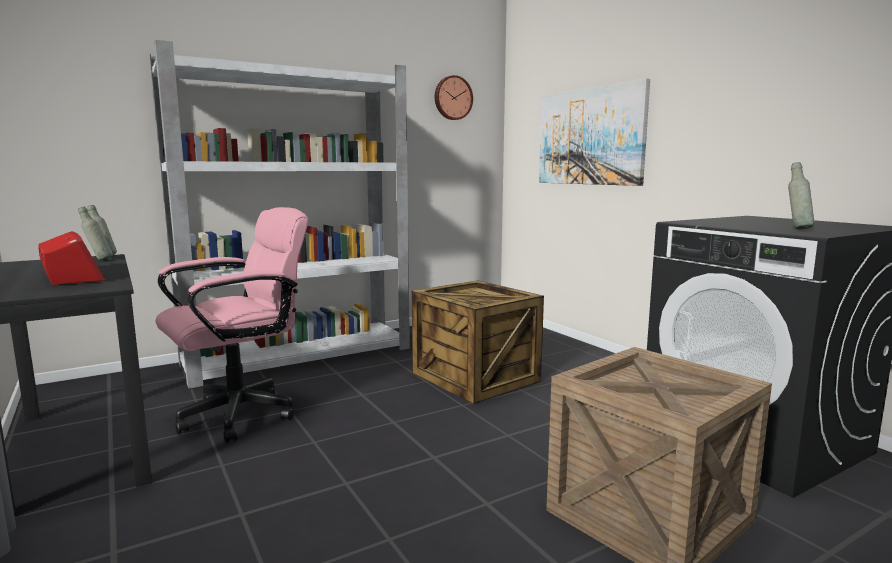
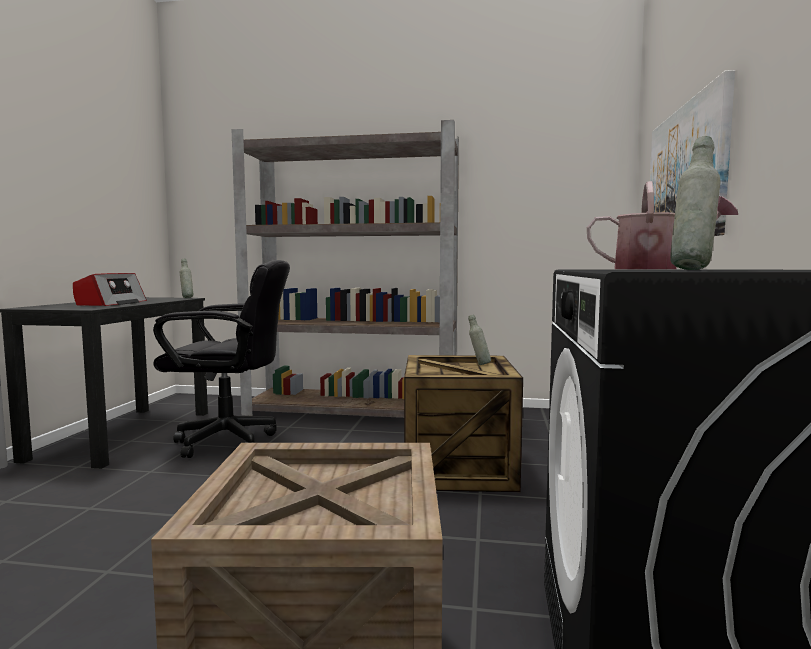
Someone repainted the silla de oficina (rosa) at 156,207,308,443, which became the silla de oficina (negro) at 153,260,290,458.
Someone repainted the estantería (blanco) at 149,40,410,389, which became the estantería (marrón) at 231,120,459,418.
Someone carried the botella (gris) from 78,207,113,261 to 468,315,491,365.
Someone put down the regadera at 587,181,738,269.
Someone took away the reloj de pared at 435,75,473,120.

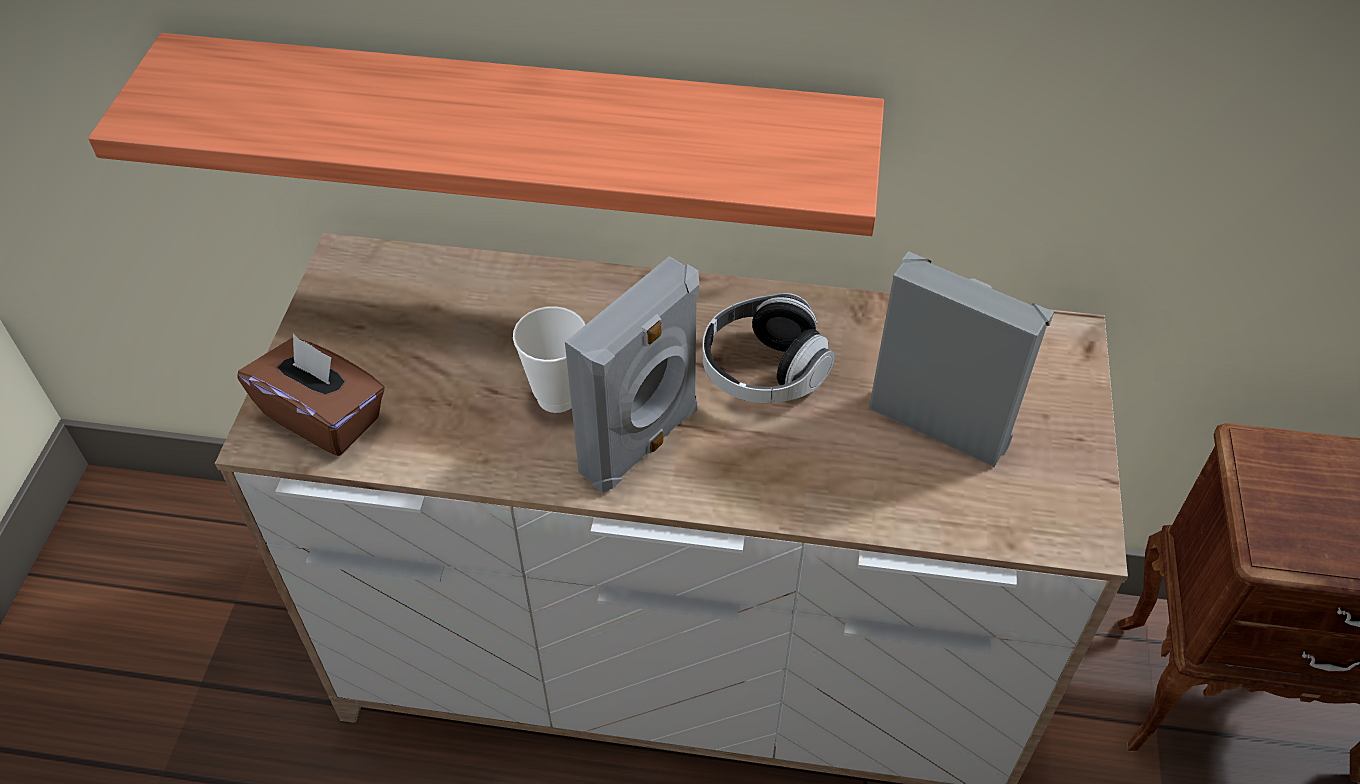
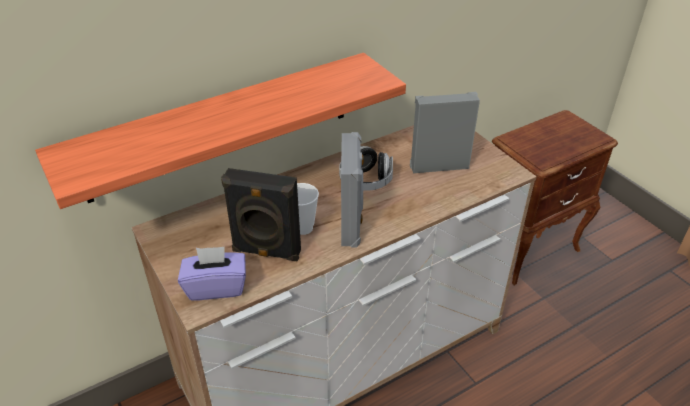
Someone repainted the caja de pañuelos (marrón) at 238,333,385,456, which became the caja de pañuelos (morado) at 178,247,246,301.
Someone put down the altavoz (negro) at 221,168,301,262.

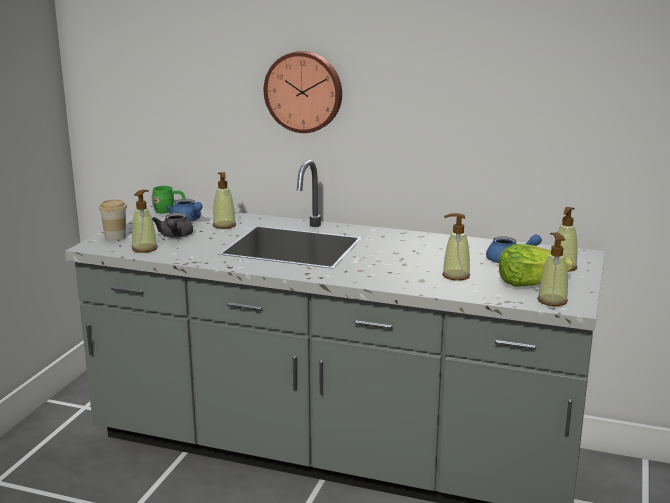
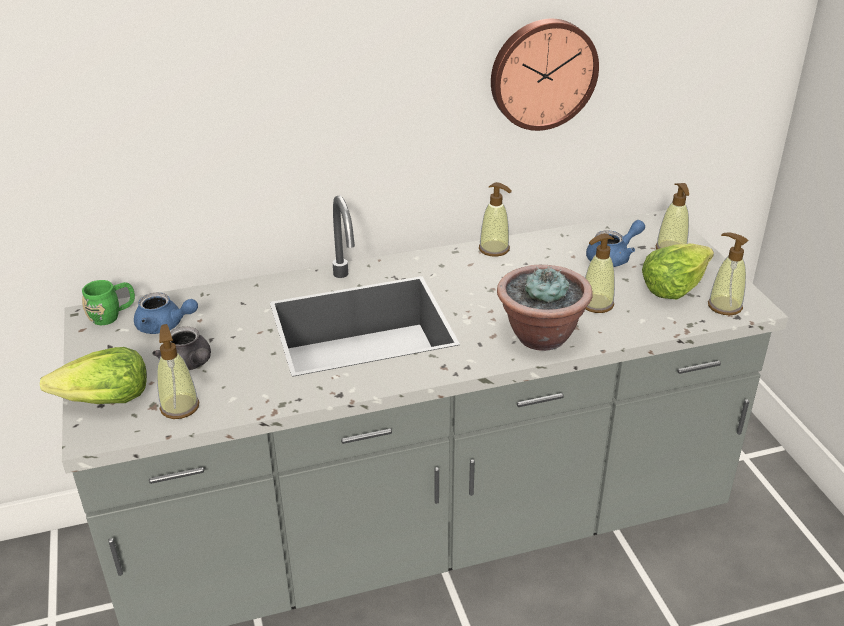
Someone swapped the taza at 99,199,127,241 for the lechuga at 40,347,147,404.
Someone carried the dispensador de jabón from 213,172,236,229 to 479,182,512,257.
Someone carried the reloj de pared from 264,51,342,133 to 491,19,599,131.
Someone put down the planta en maceta at 497,265,593,351.

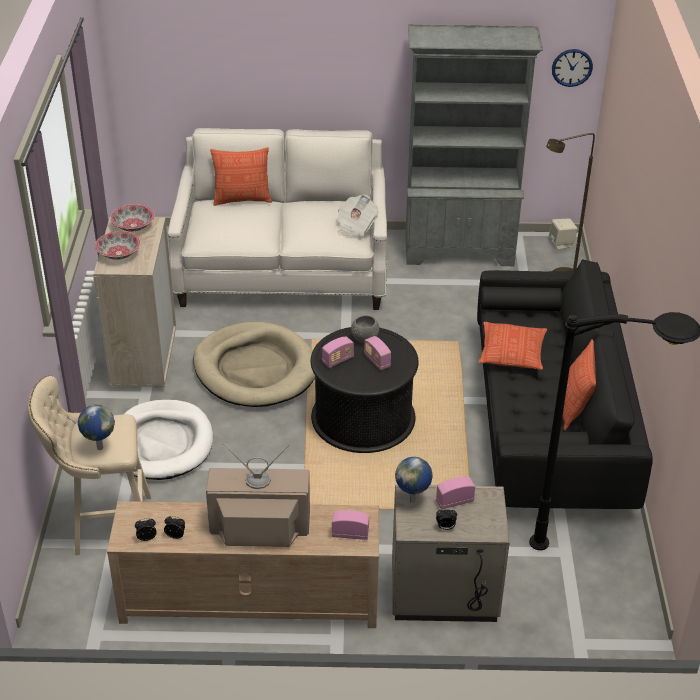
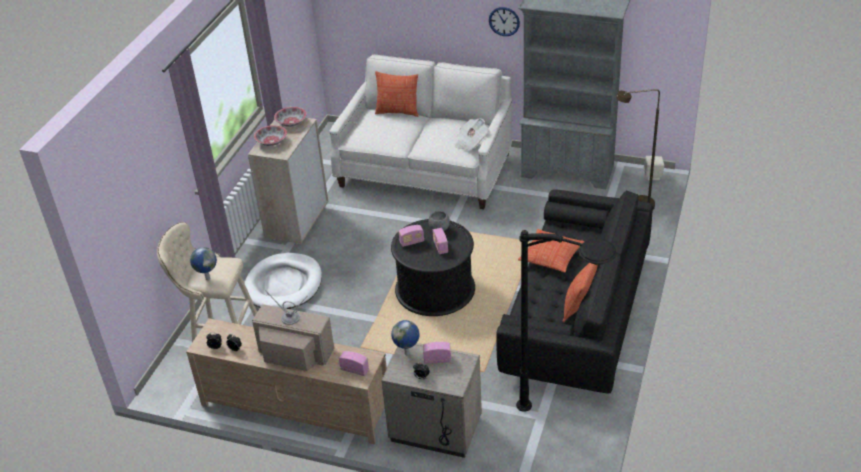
Someone carried the reloj de pared from 552,49,593,87 to 489,7,520,36.
Someone took away the cama para perro (beis) at 193,322,315,407.

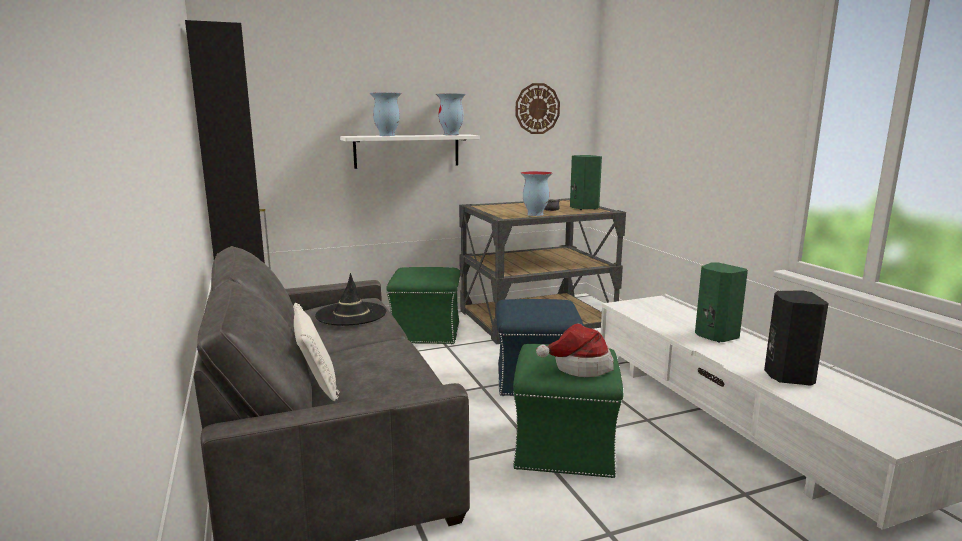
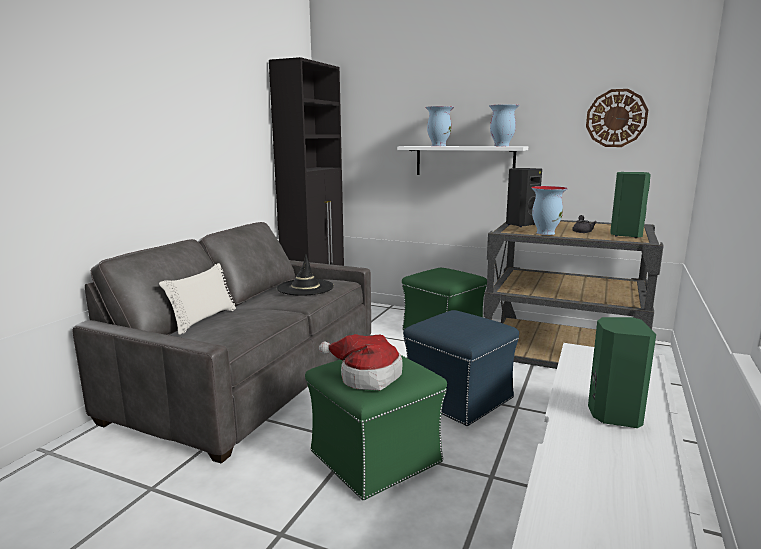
Someone carried the altavoz (negro) from 764,290,829,386 to 506,168,542,227.

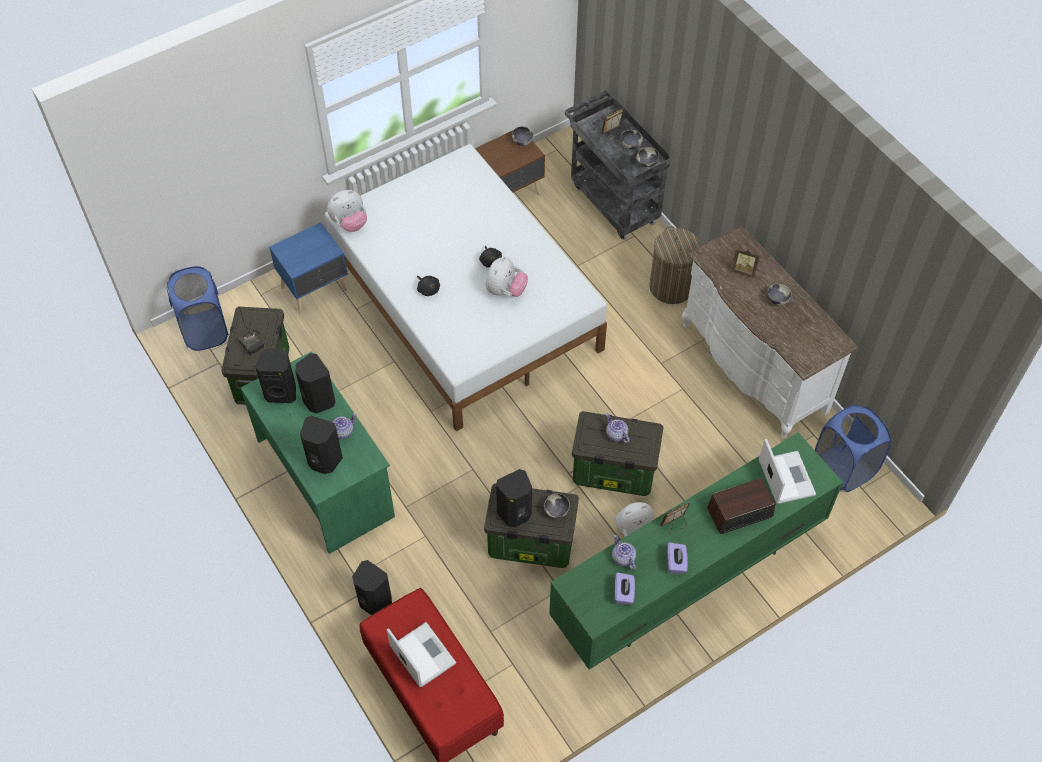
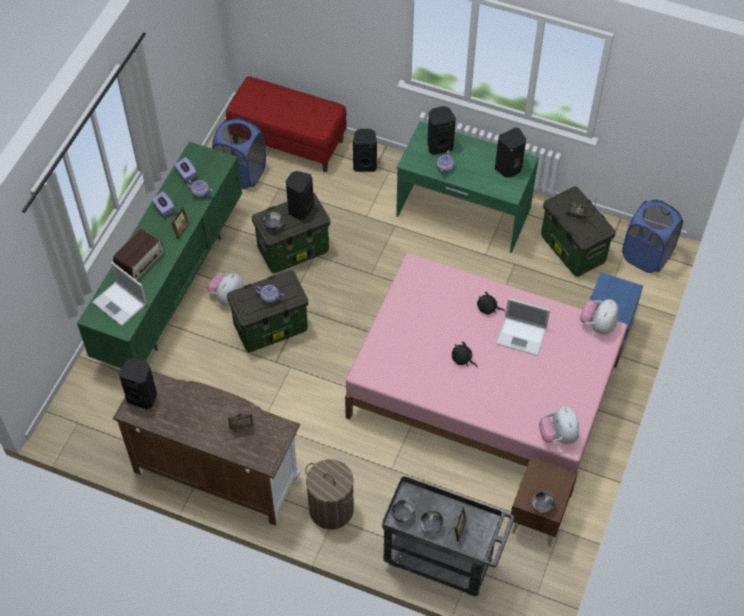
Someone carried the altavoz (negro) from 295,353,335,414 to 118,358,157,410.
Someone carried the cesto de la ropa (azul) from 815,404,891,492 to 212,118,266,189.
Someone repainted the cama (blanco) at 325,144,607,431, which became the cama (rosa) at 345,253,627,498.
Someone carried the portátil from 387,622,456,687 to 496,298,550,356.
Someone carried the peluche from 486,257,528,297 to 539,406,579,444.
Someone took away the cuenco at 767,284,792,306.

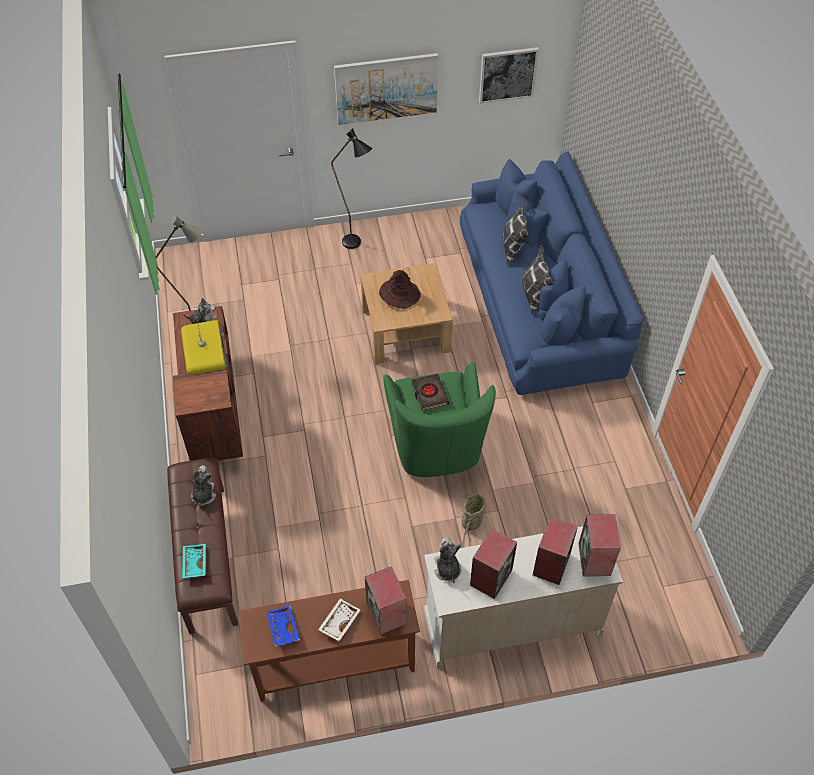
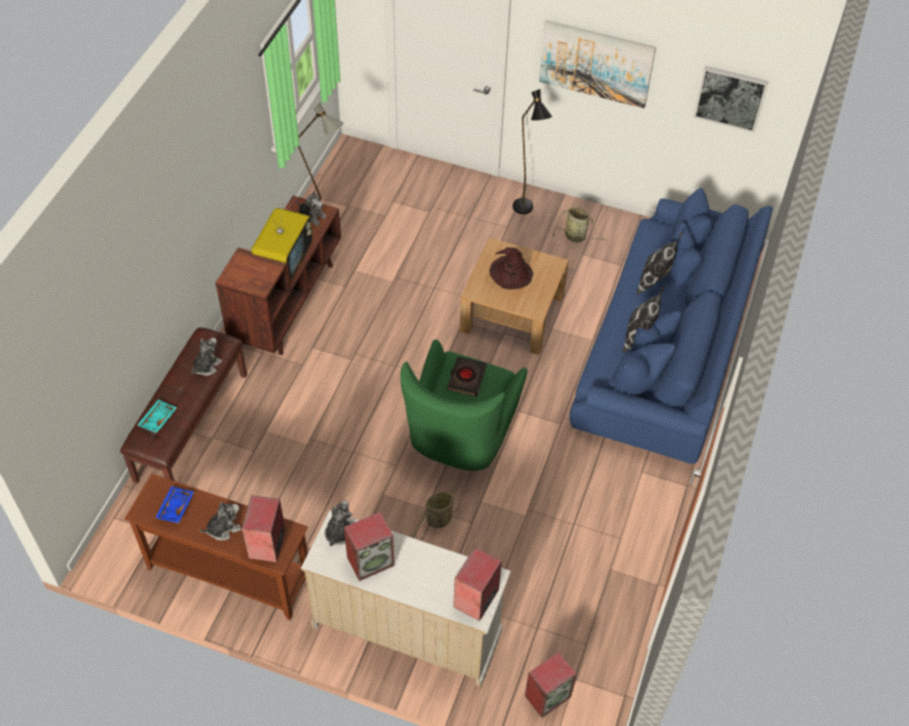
Someone swapped the bandeja (blanco) at 318,598,361,641 for the peluche at 200,502,242,541.
Someone carried the altavoz from 533,516,578,585 to 525,652,576,718.
Someone put down the cesta at 552,207,608,242.

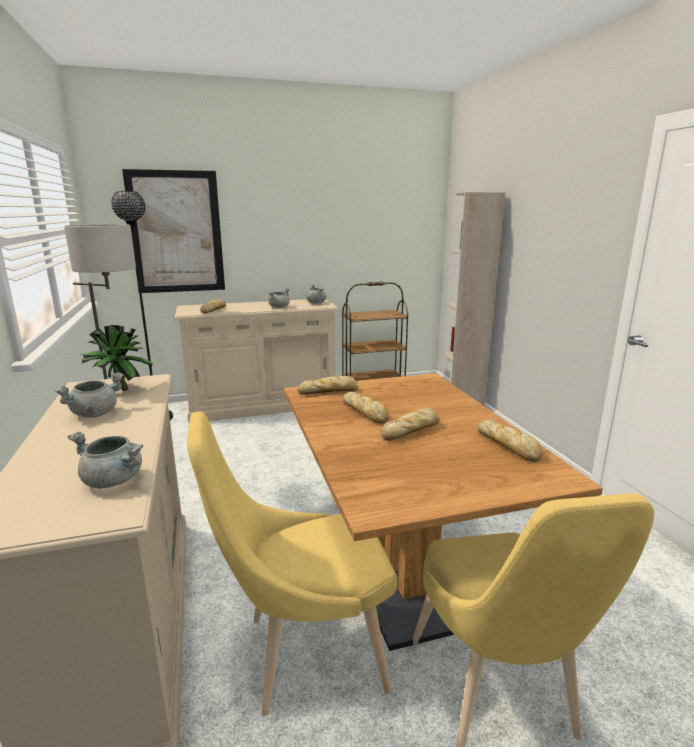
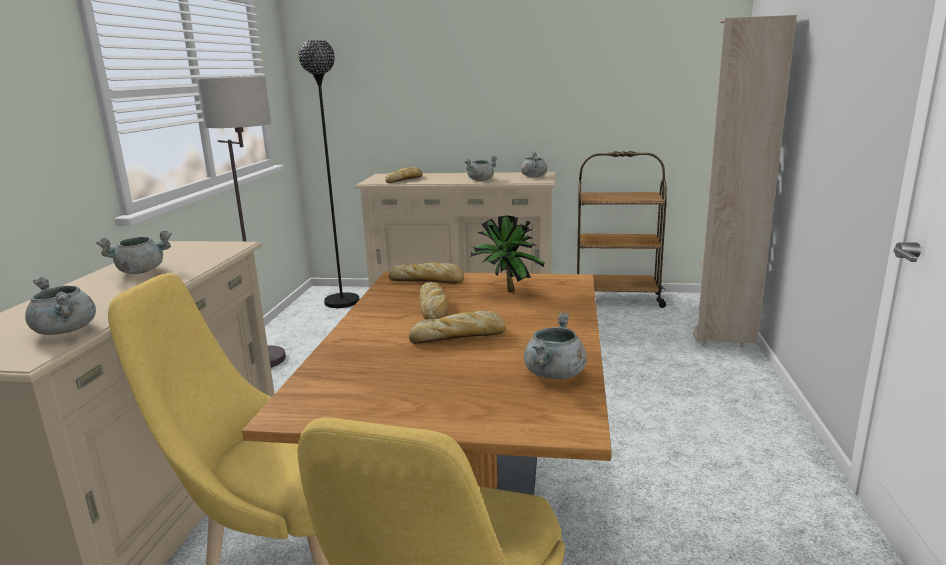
Someone carried the planta en maceta from 80,325,153,391 to 471,215,545,292.
Someone swapped the pan at 477,420,543,462 for the olla (gris) at 524,312,587,380.
Someone took away the cuadro at 122,169,225,293.

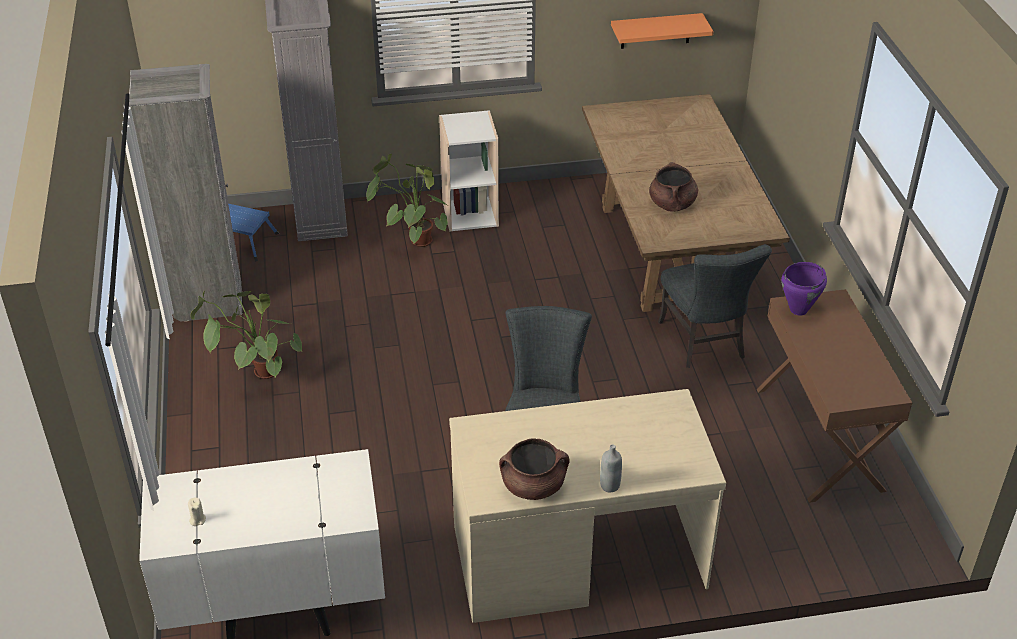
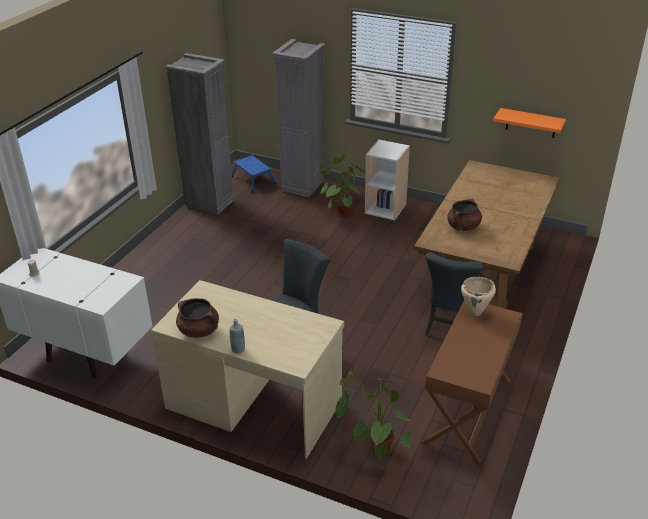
Someone carried the planta en maceta from 190,291,302,379 to 335,368,412,458.
Someone repainted the olla (morado) at 781,262,827,316, which became the olla (beis) at 461,277,496,316.

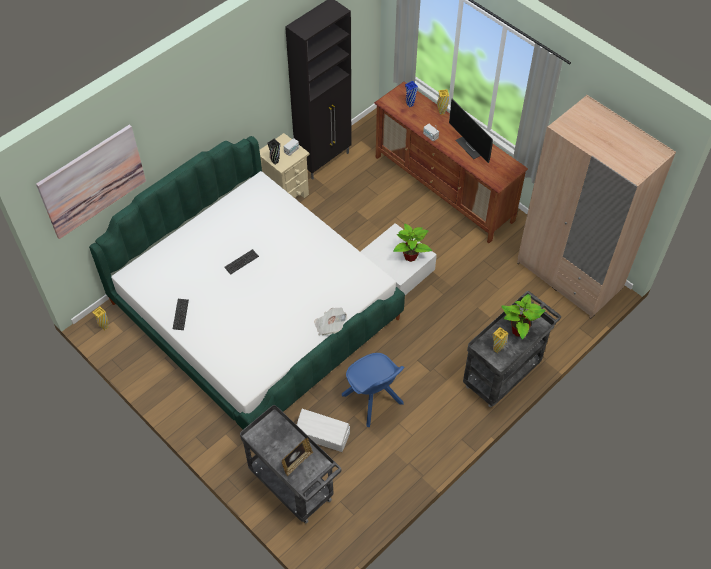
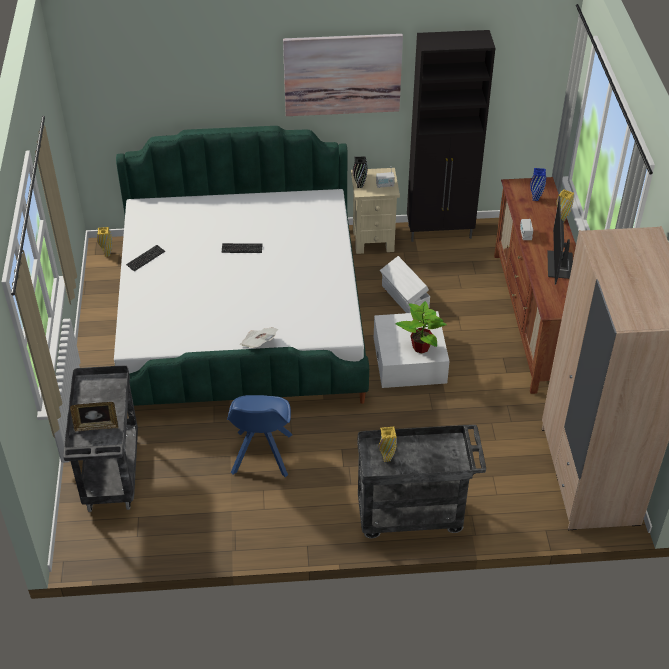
Someone carried the cuadro from 36,125,146,239 to 283,34,403,116.
Someone carried the caja de almacenaje (blanco) from 297,409,350,452 to 380,256,430,313.
Someone took away the planta en maceta at 501,294,545,339.

